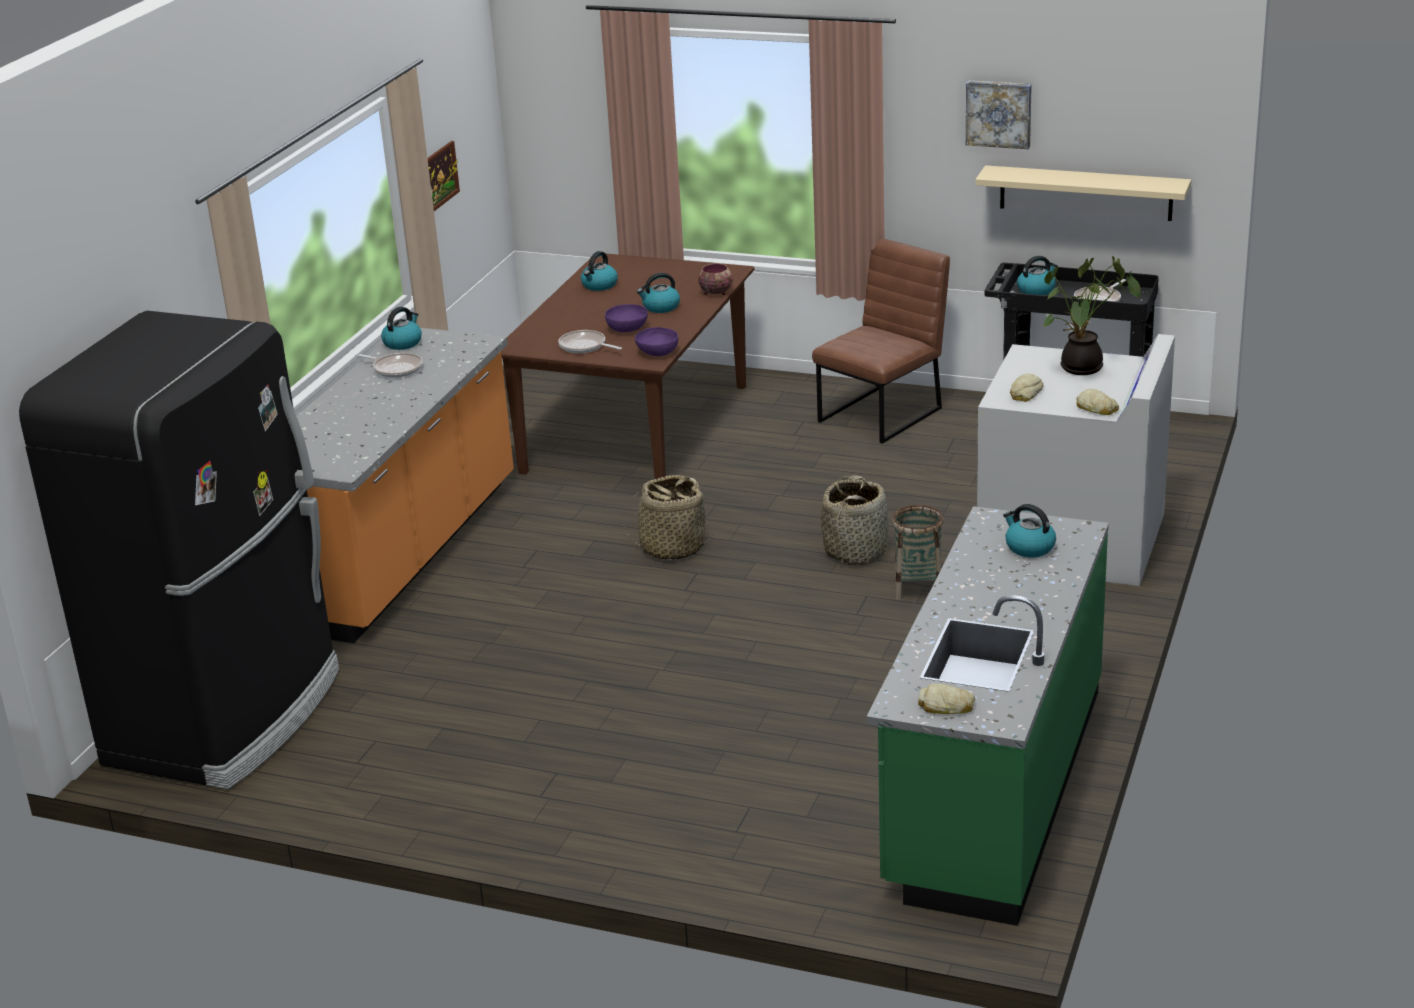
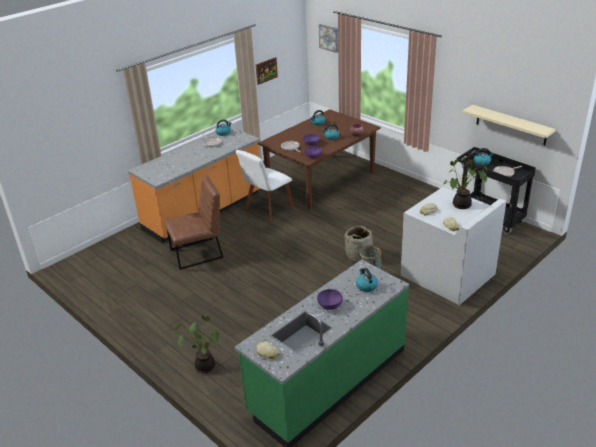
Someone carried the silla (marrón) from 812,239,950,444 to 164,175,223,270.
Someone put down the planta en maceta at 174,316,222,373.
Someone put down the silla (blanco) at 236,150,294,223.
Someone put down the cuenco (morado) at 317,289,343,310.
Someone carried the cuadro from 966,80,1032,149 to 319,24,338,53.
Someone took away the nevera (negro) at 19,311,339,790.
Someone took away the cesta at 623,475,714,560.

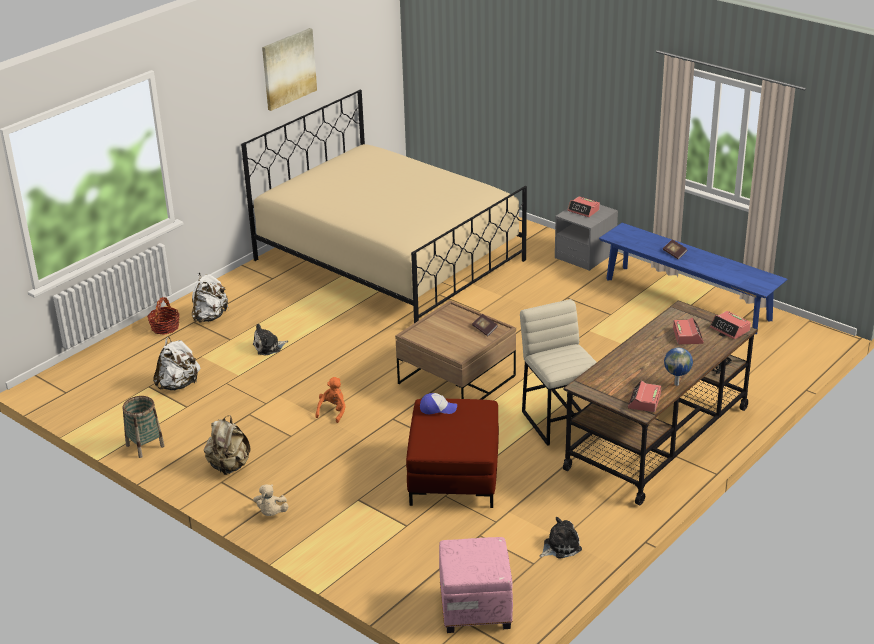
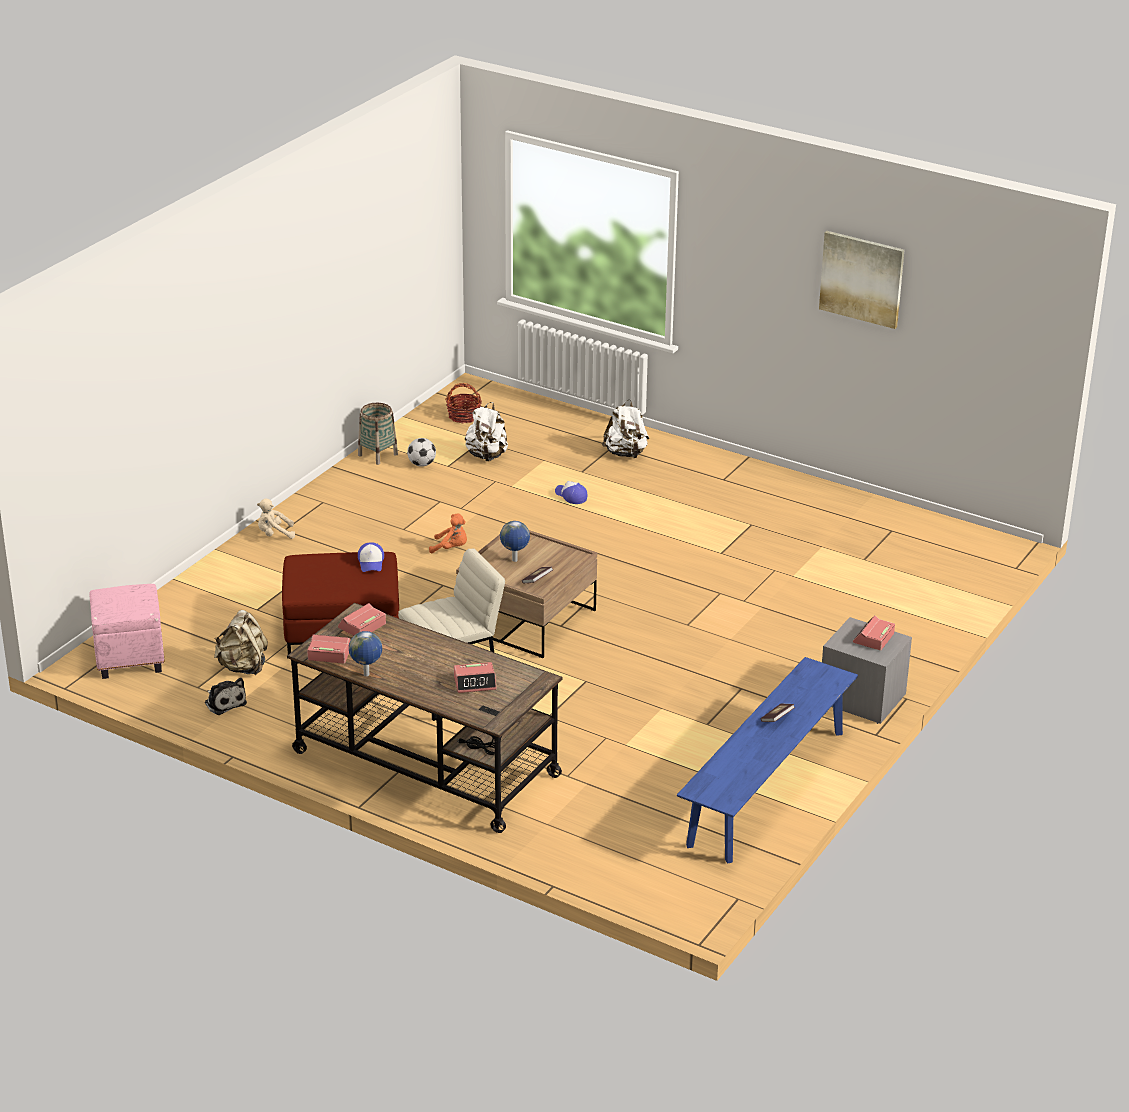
Someone carried the mochila (beis) from 204,415,251,475 to 214,610,268,675.
Someone carried the despertador from 710,311,751,339 to 338,603,386,636.
Someone put down the balón de fútbol at 407,438,436,467.
Someone carried the cesta from 147,297,180,335 to 445,383,482,423.
Someone put down the globo terráqueo at 500,521,530,562.
Someone swapped the peluche at 253,324,288,355 for the gorra at 555,481,587,504.
Someone took away the cama (beis) at 241,90,527,323.

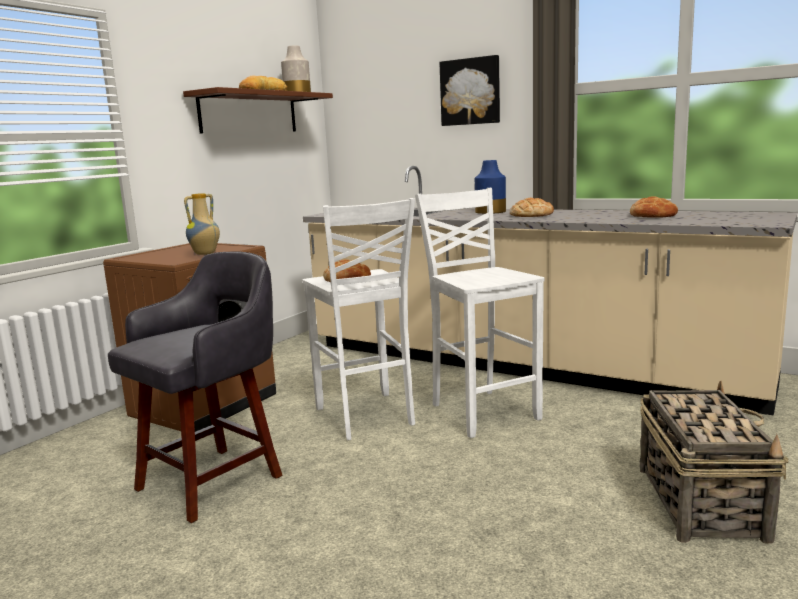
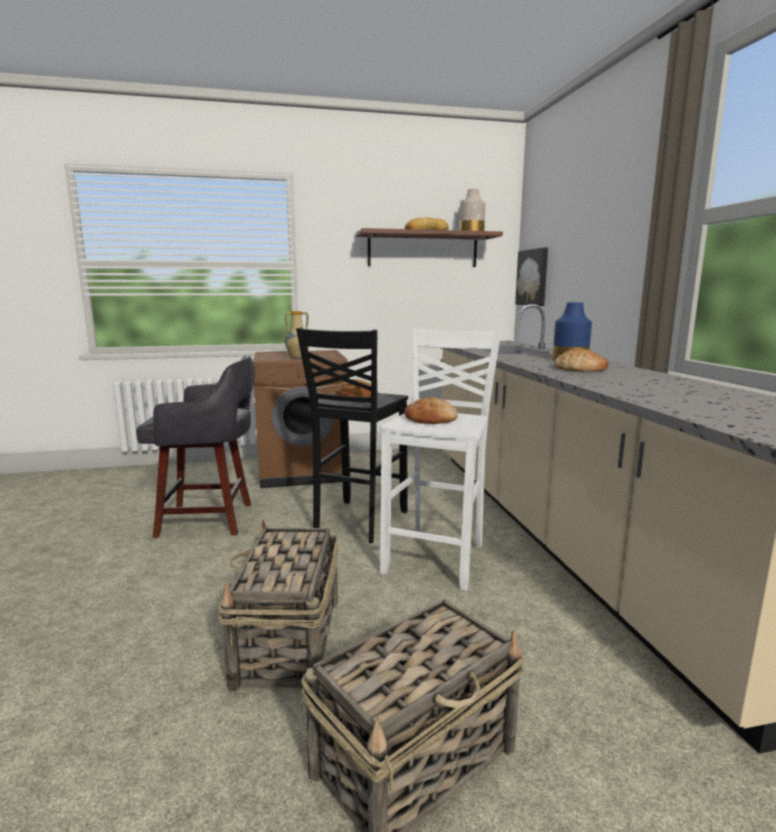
Someone put down the cesta at 218,520,339,691.
Someone repainted the taburete (blanco) at 302,198,415,440, which became the taburete (negro) at 296,327,408,543.
Someone carried the pan from 630,196,678,218 to 404,397,458,424.
Someone carried the cuadro from 440,55,500,126 to 515,247,548,306.

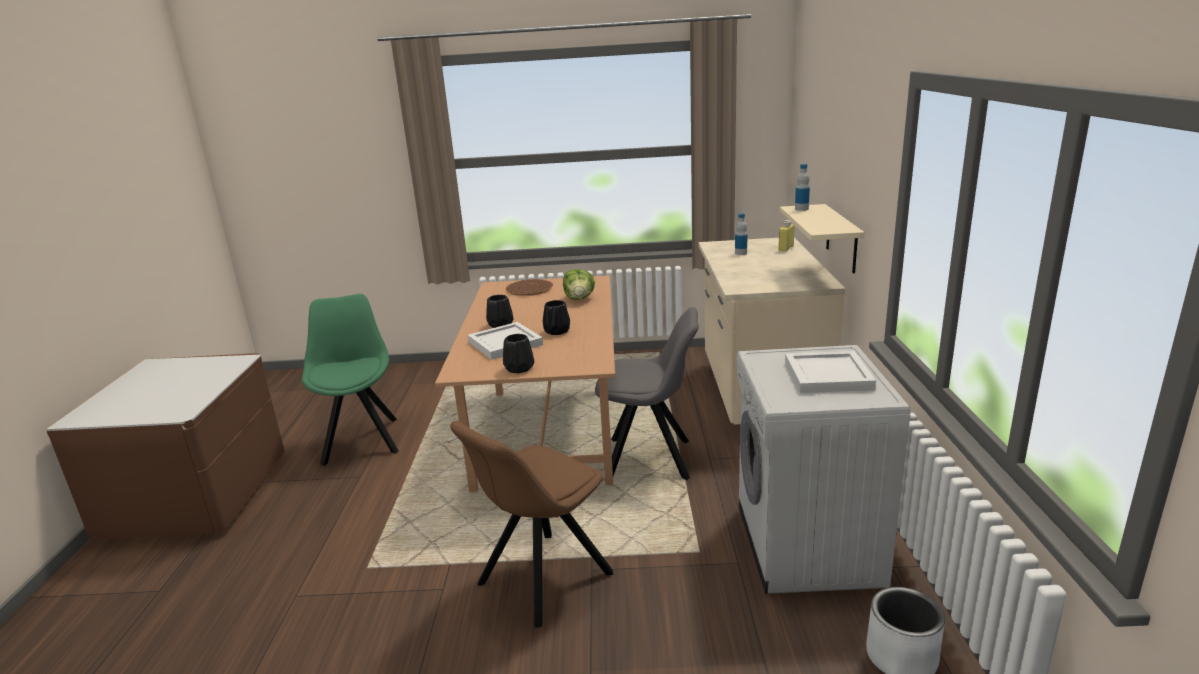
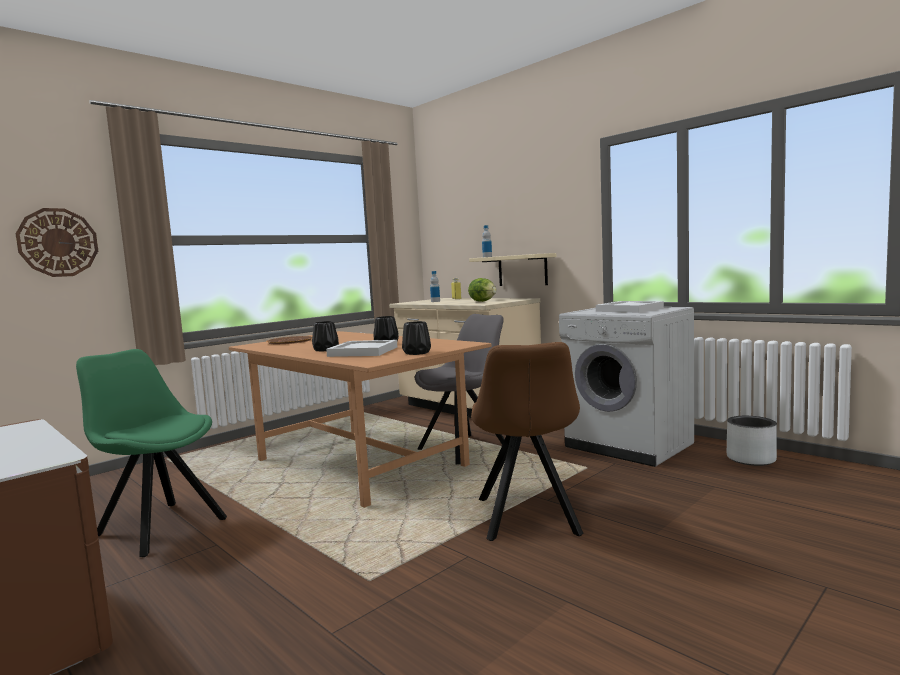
Someone put up the reloj de pared at 16,208,98,277.
Someone carried the lechuga from 563,269,595,300 to 468,278,497,302.

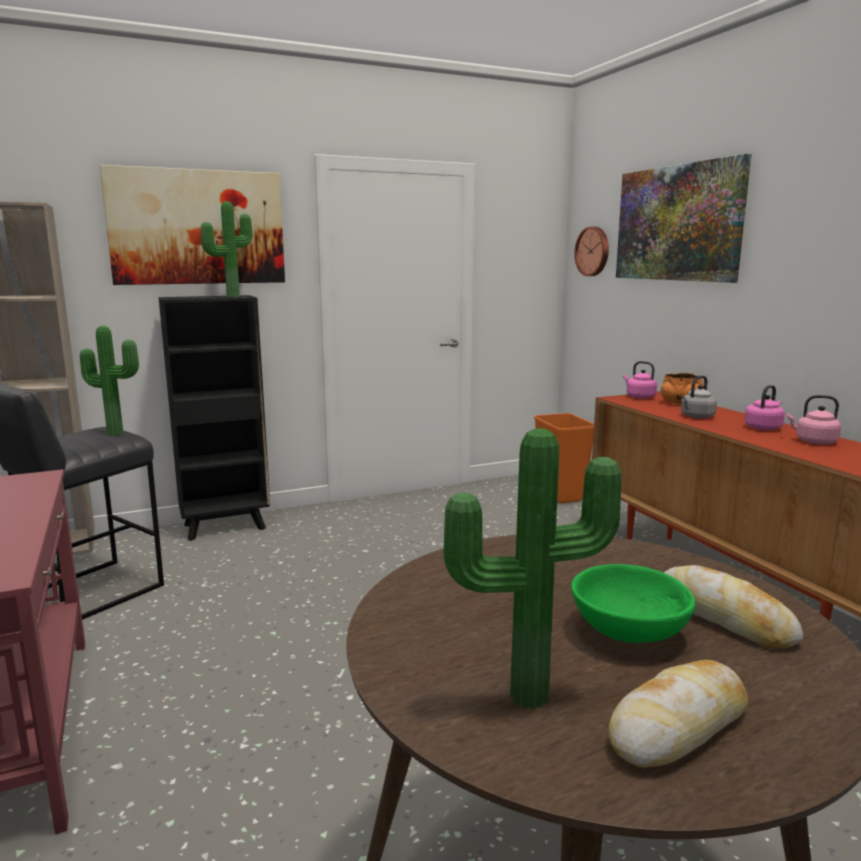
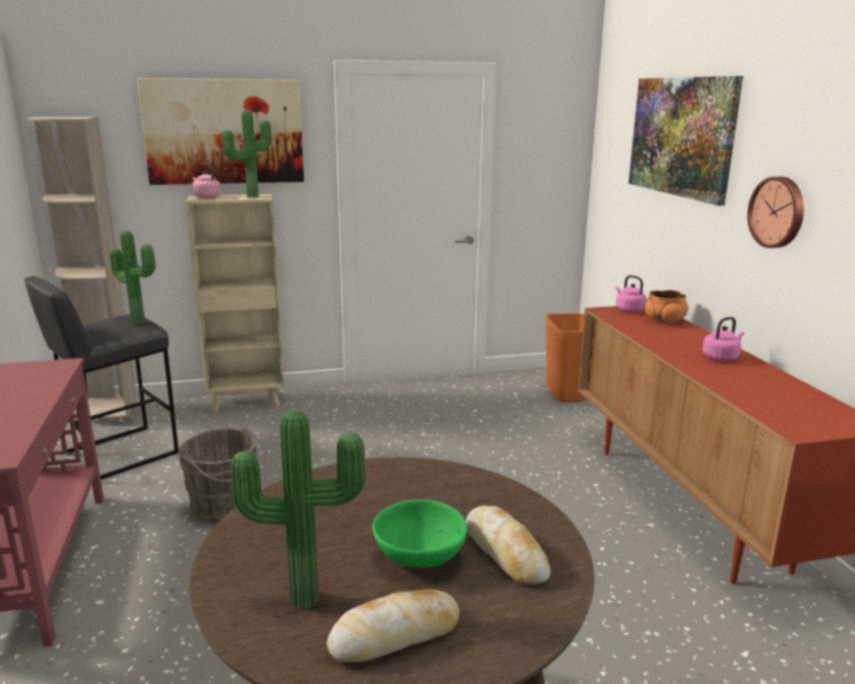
Someone put down the cubo (gris) at 179,428,268,523.
Someone repainted the estantería (negro) at 159,295,270,541, which became the estantería (beis) at 186,194,284,413.
Someone carried the hervidor (rosa) from 786,395,841,444 to 192,163,221,198.
Someone carried the reloj de pared from 574,226,609,276 to 747,177,804,248.
Someone took away the hervidor (gris) at 681,376,717,418.

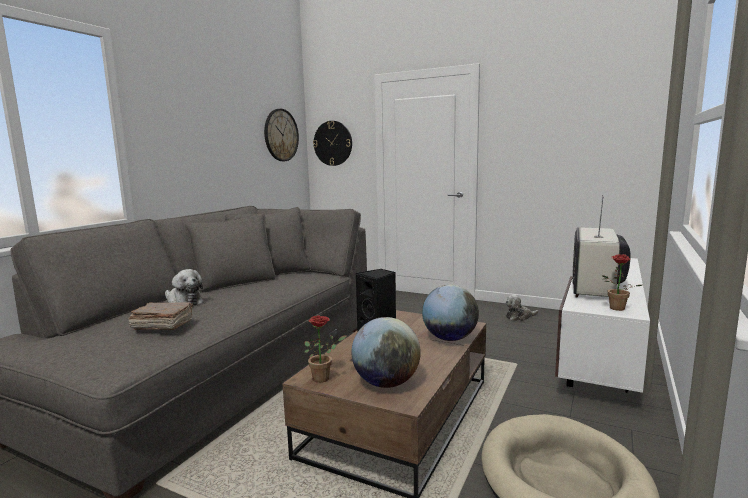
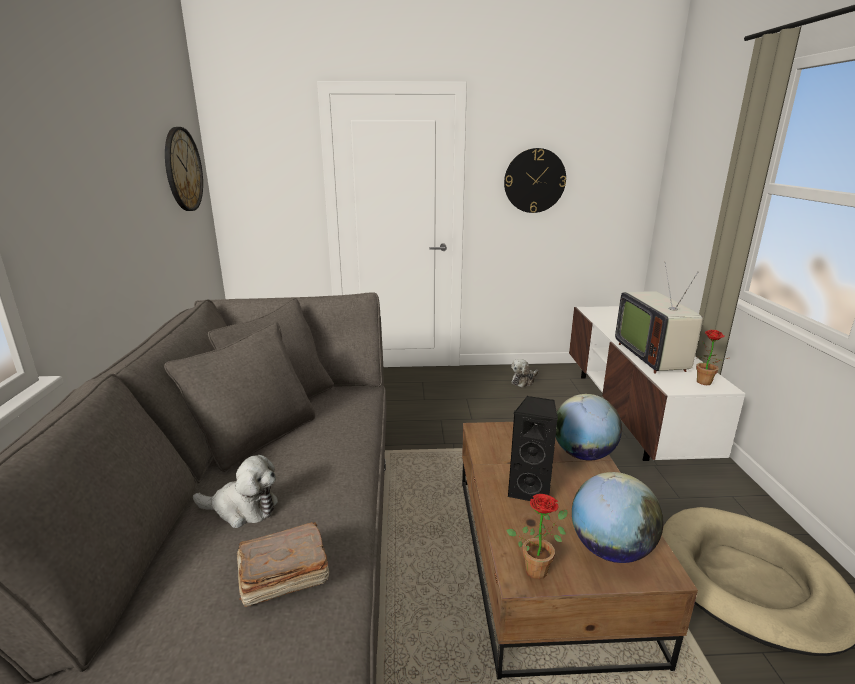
Someone carried the reloj de pared from 313,121,352,166 to 504,148,566,213.

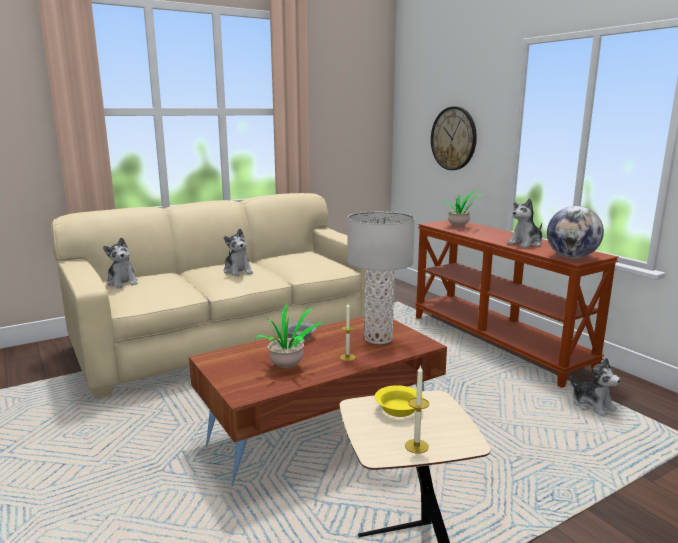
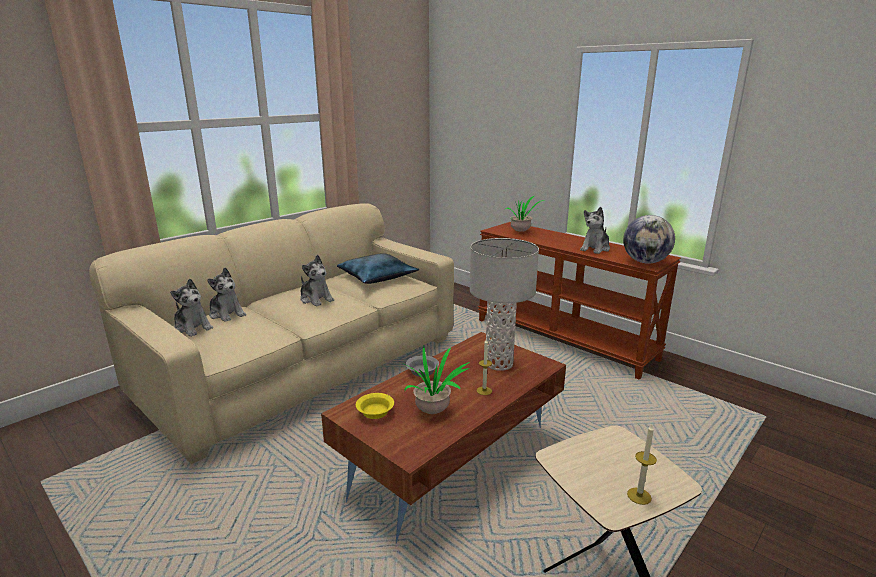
Someone carried the peluche from 570,358,621,416 to 207,268,246,322.
Someone put down the cojín (azul) at 337,253,419,284.
Someone carried the cuenco (amarillo) from 375,385,424,417 to 356,393,394,419.
Someone took away the reloj de pared at 431,107,477,170.

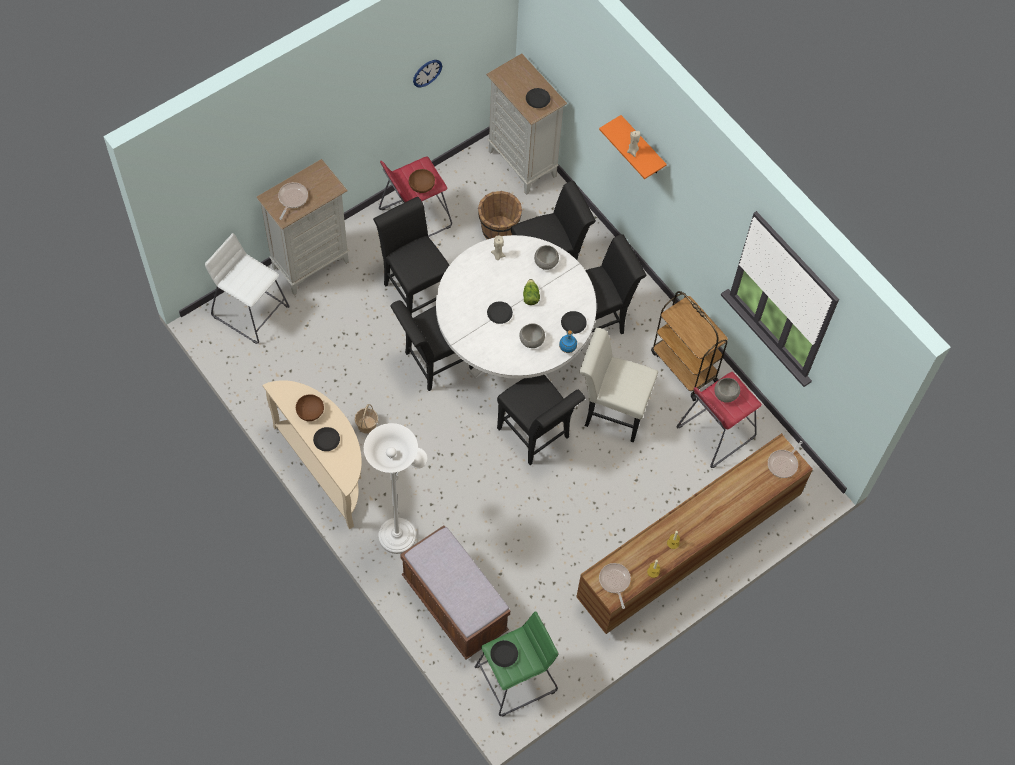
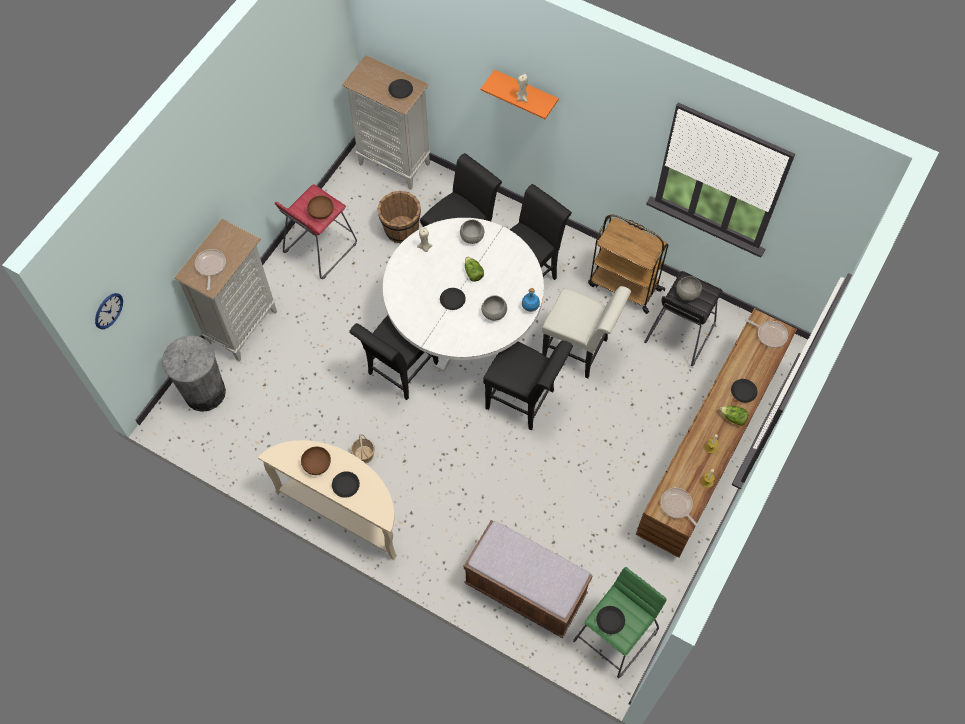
Someone carried the reloj de pared from 413,60,442,88 to 95,293,123,329.
Someone swapped the taburete (blanco) at 205,233,290,344 for the papelera (gris) at 162,335,226,412.
Someone rotated the silla (blanco) at 579,328,658,443 by 150 degrees counterclockwise.
Someone repainted the taburete (rojo) at 677,372,762,468, which became the taburete (negro) at 644,271,722,366.
Someone put down the lechuga at 720,406,748,426.
Someone carried the plato (negro) from 561,311,587,334 to 731,379,757,403.
Someone rotated the sartén at 768,441,803,478 by 75 degrees counterclockwise.
Someone took away the lámpara de pie (blanco) at 364,423,427,554.
Someone took away the silla (negro) at 373,197,449,316.

